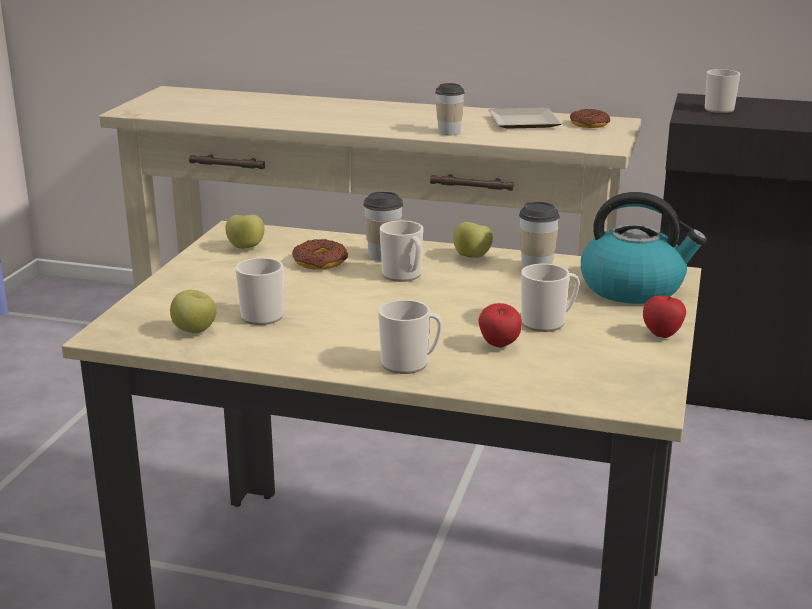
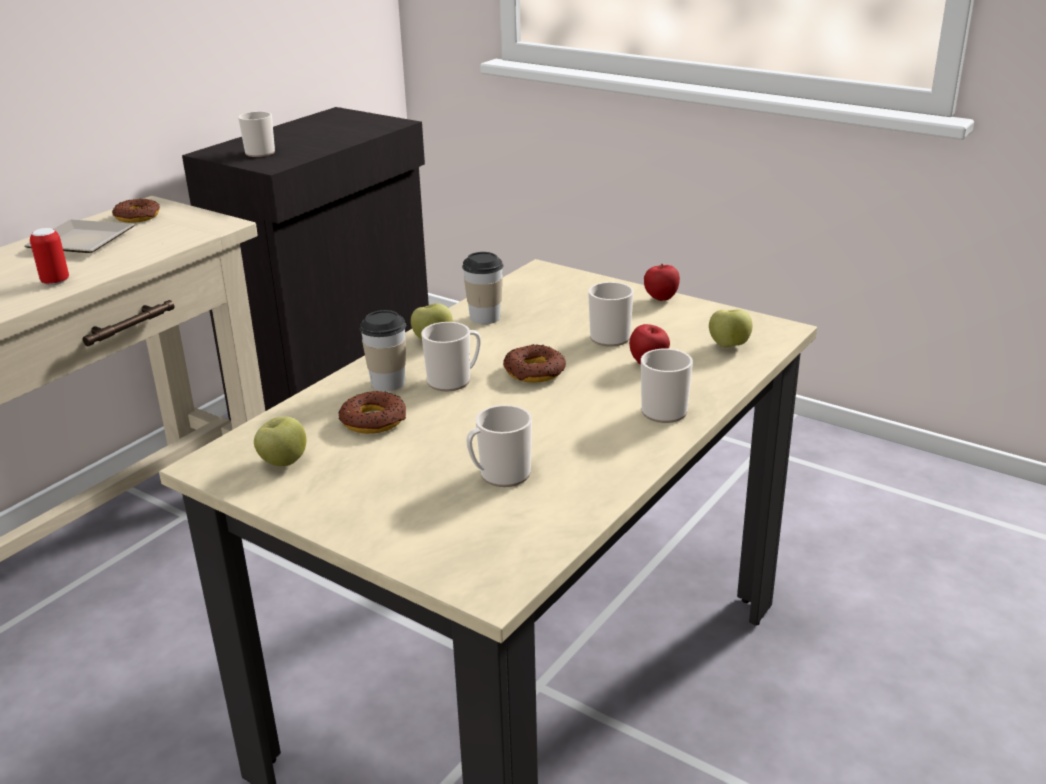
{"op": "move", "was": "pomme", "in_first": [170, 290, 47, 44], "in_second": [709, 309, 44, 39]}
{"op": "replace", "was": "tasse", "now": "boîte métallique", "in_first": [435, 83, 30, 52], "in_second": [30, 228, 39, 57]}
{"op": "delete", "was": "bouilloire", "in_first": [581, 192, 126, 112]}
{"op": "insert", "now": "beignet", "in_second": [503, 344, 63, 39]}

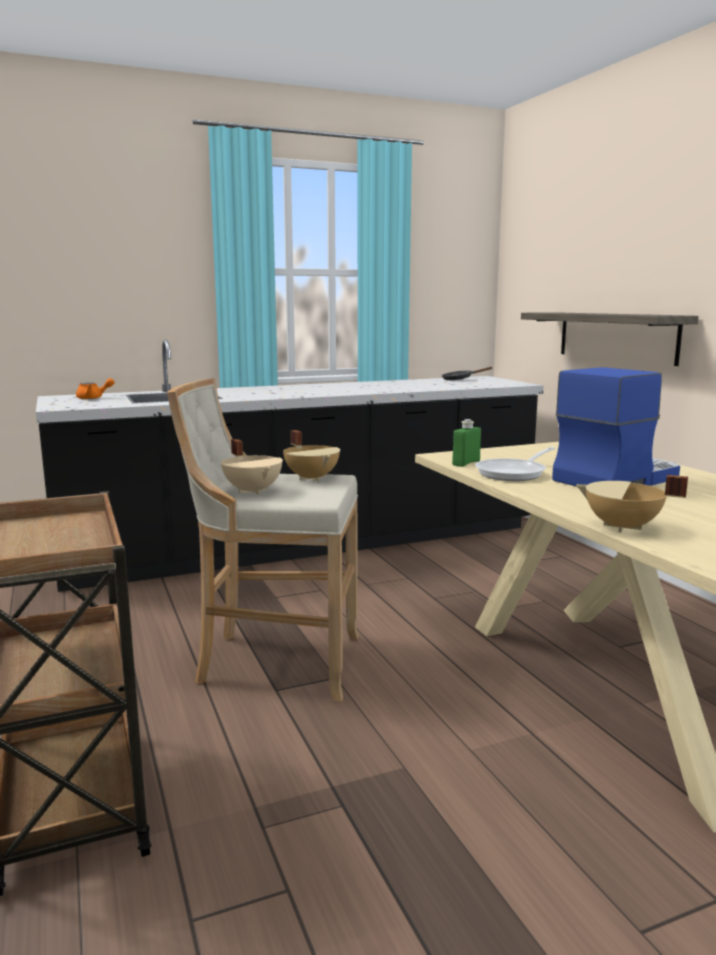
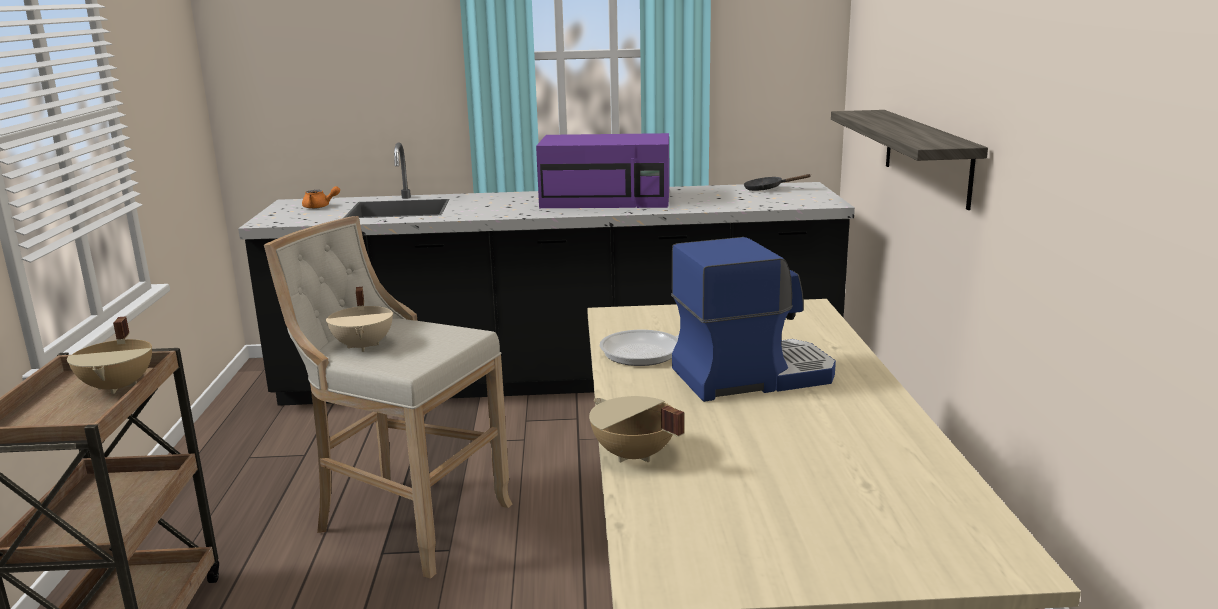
{"op": "move", "was": "marmite/beige", "in_first": [283, 430, 57, 51], "in_second": [67, 316, 85, 78]}
{"op": "delete", "was": "bouteille/vert", "in_first": [452, 419, 29, 48]}
{"op": "insert", "now": "micro-ondes/violet", "in_second": [536, 133, 133, 75]}

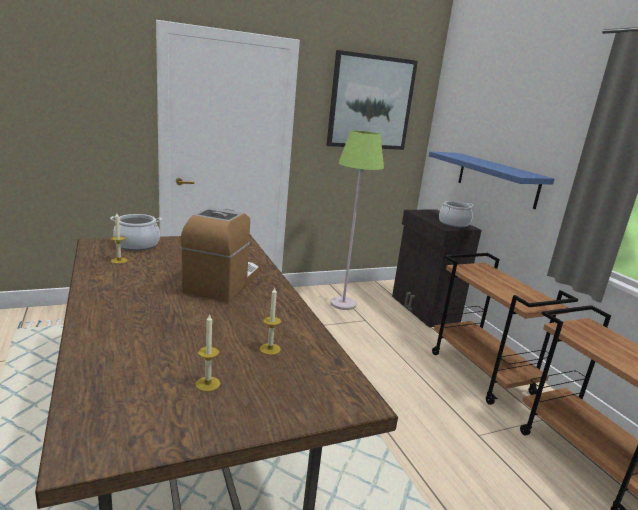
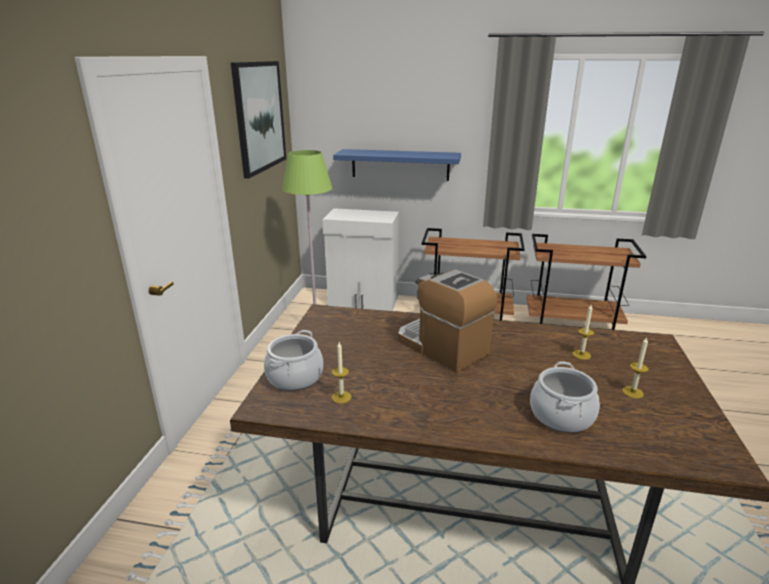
{"op": "recolor", "was": "meuble de rangement/noir", "now": "meuble de rangement/blanc", "in_first": [392, 209, 90, 118], "in_second": [323, 208, 76, 103]}
{"op": "move", "was": "marmite", "in_first": [439, 201, 35, 27], "in_second": [530, 361, 70, 72]}

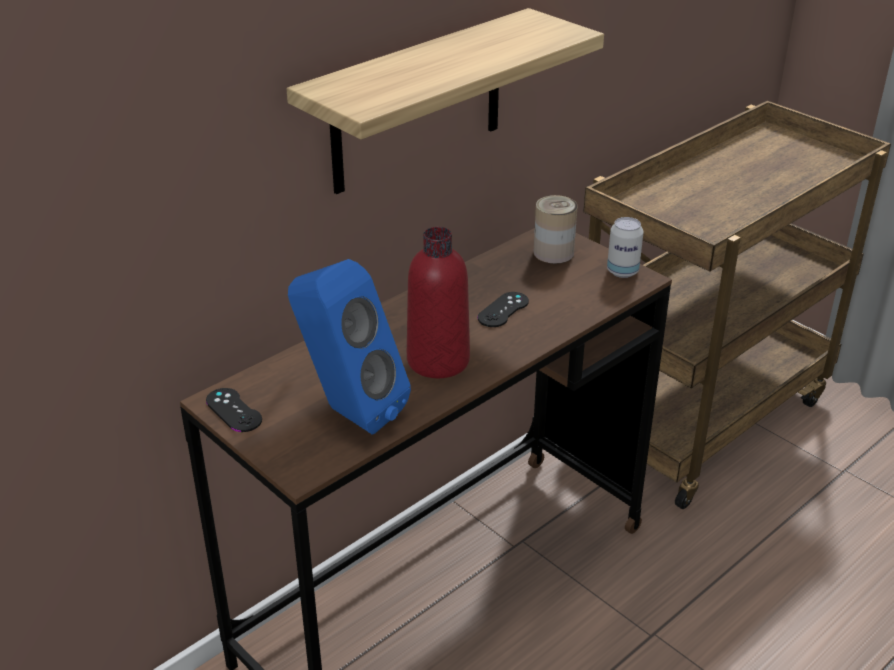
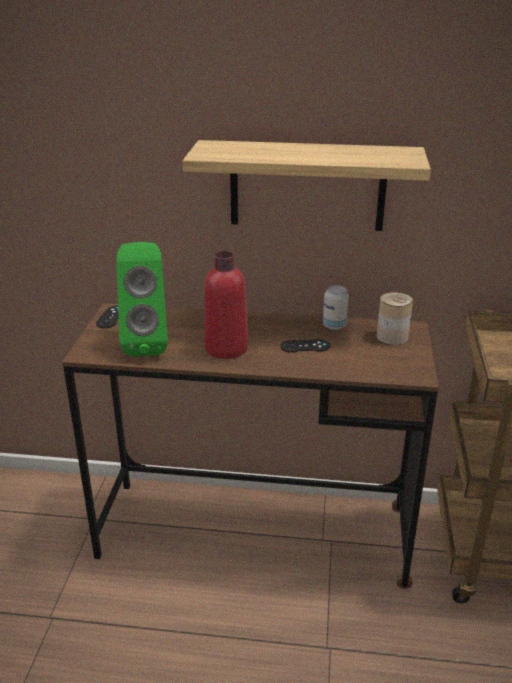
{"op": "recolor", "was": "enceinte/bleu", "now": "enceinte/vert", "in_first": [288, 259, 123, 175], "in_second": [116, 242, 52, 115]}
{"op": "move", "was": "boîte métallique", "in_first": [607, 217, 37, 61], "in_second": [323, 285, 25, 45]}

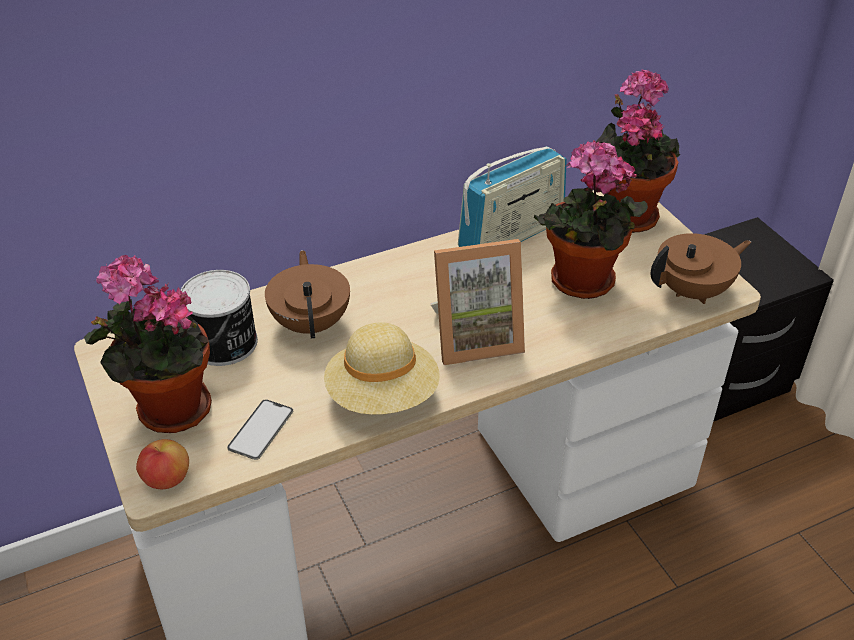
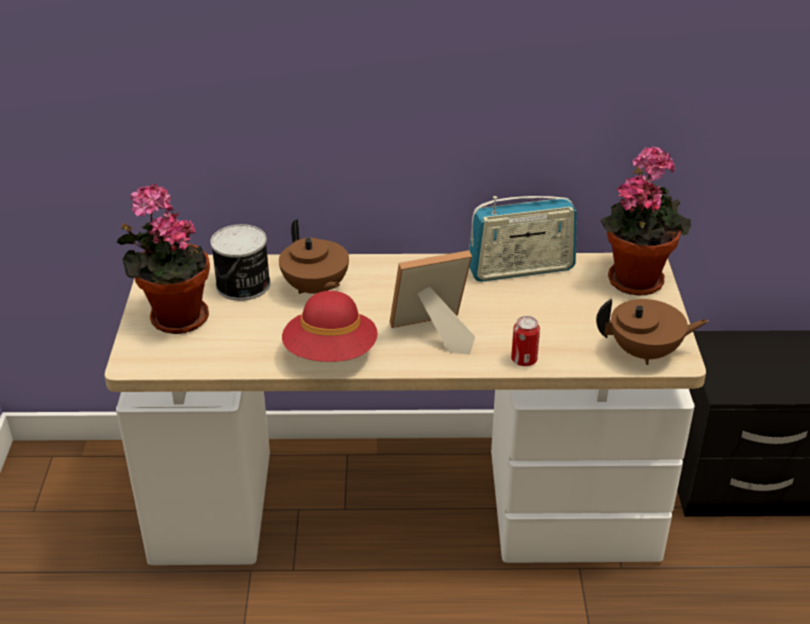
{"op": "delete", "was": "pomme", "in_first": [136, 439, 53, 50]}
{"op": "delete", "was": "téléphone", "in_first": [227, 399, 66, 61]}
{"op": "rotate", "was": "théière/marron", "in_first": [265, 250, 85, 89], "in_second": [279, 220, 70, 74], "clockwise": 135}
{"op": "recolor", "was": "chapeau/beige", "now": "chapeau/rouge", "in_first": [324, 322, 116, 93], "in_second": [282, 291, 96, 71]}
{"op": "rotate", "was": "cadre photo", "in_first": [431, 239, 94, 126], "in_second": [390, 250, 85, 105], "clockwise": 150}
{"op": "delete", "was": "plante en pot", "in_first": [534, 140, 114, 159]}
{"op": "insert", "now": "boîte métallique", "in_second": [511, 316, 29, 50]}

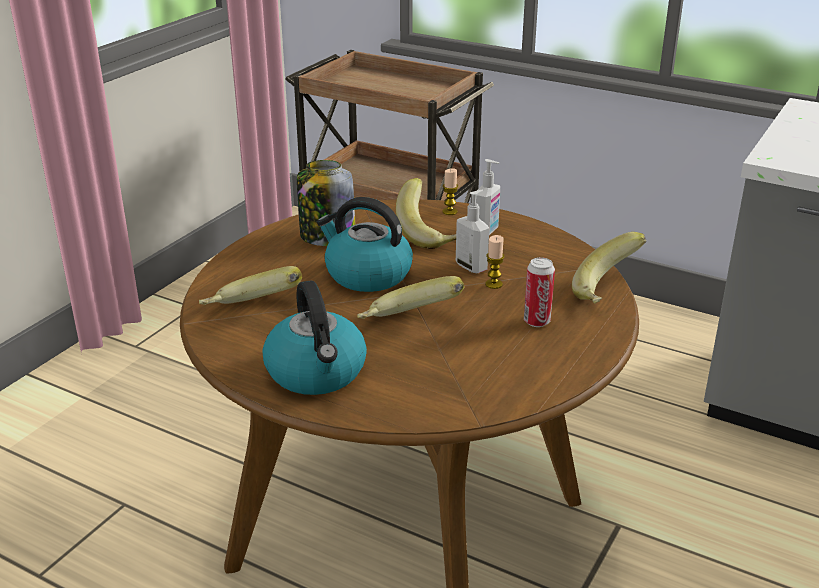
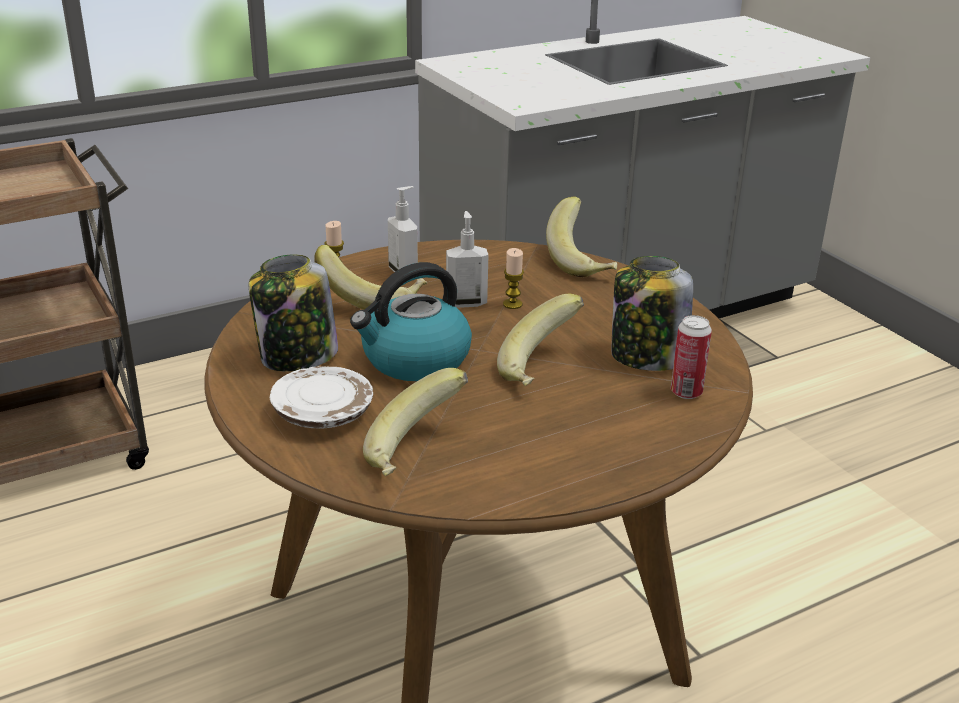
{"op": "delete", "was": "bouilloire", "in_first": [263, 280, 104, 115]}
{"op": "move", "was": "boîte métallique", "in_first": [524, 257, 31, 70], "in_second": [671, 315, 41, 84]}
{"op": "insert", "now": "assiette/blanc", "in_second": [270, 366, 103, 63]}
{"op": "insert", "now": "bocal", "in_second": [611, 256, 82, 115]}

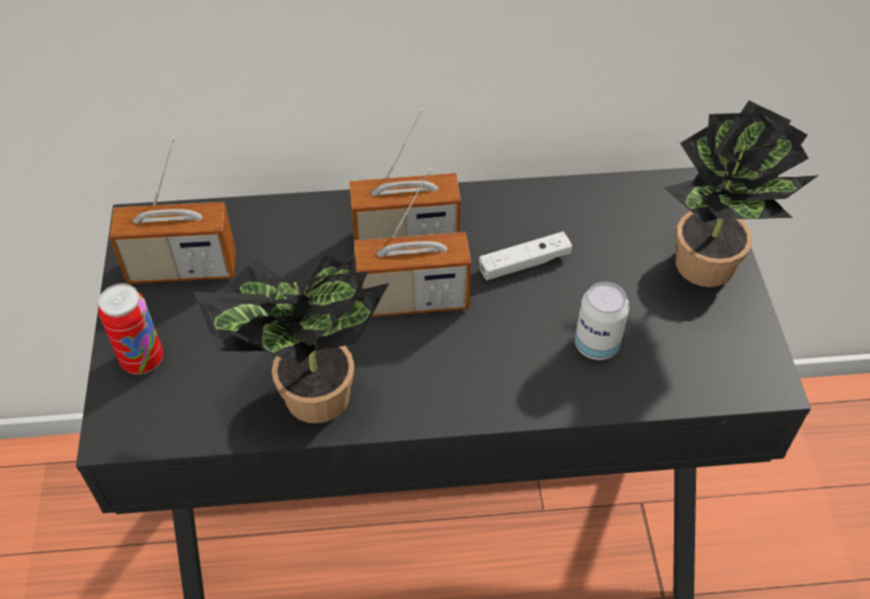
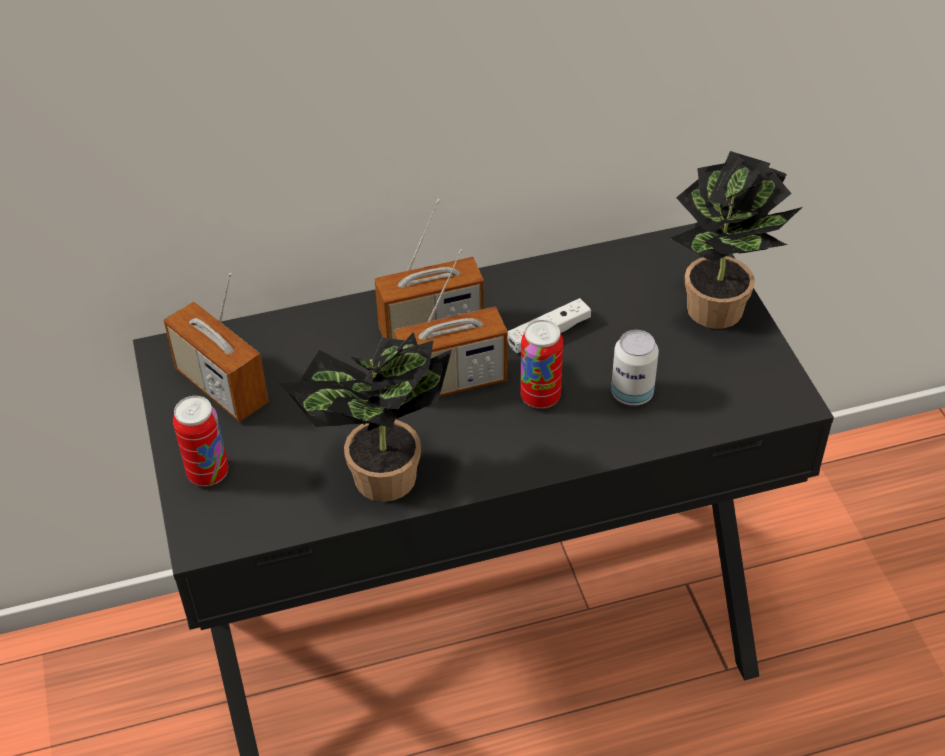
{"op": "rotate", "was": "radio", "in_first": [109, 137, 127, 147], "in_second": [164, 273, 105, 149], "clockwise": 60}
{"op": "insert", "now": "boîte métallique", "in_second": [520, 320, 43, 89]}

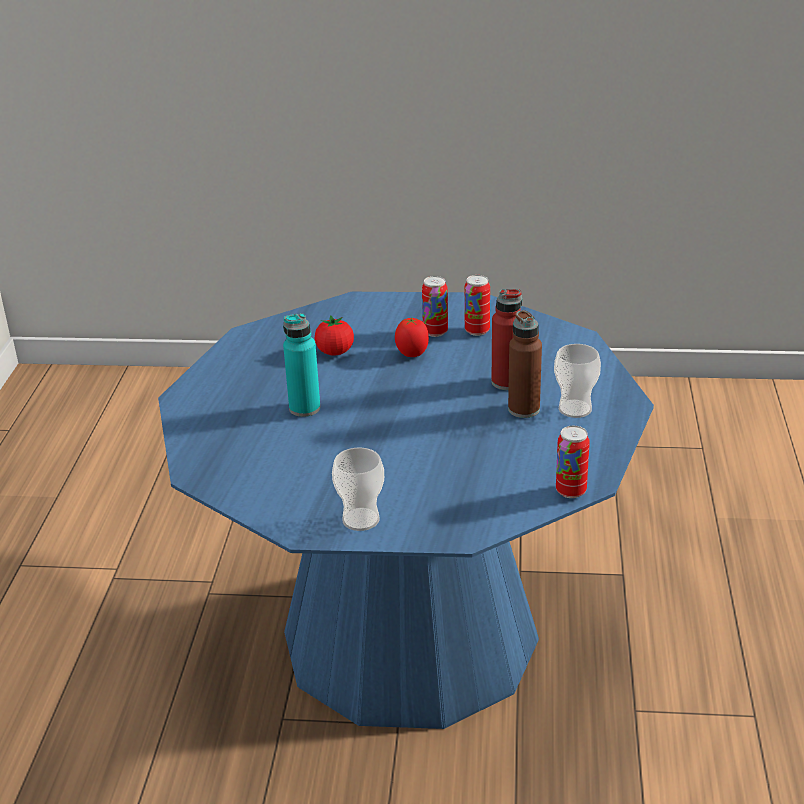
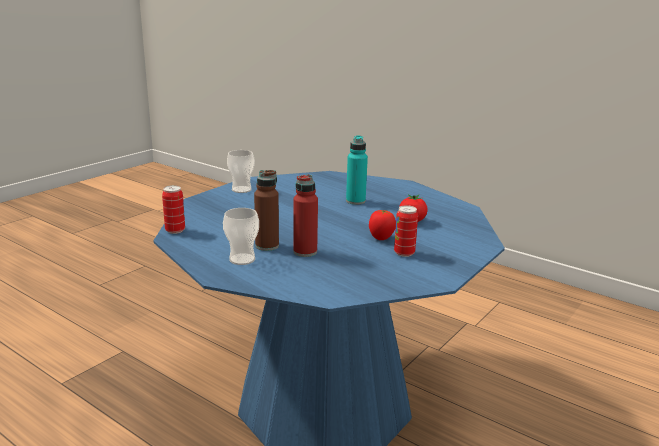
{"op": "delete", "was": "boîte métallique", "in_first": [464, 275, 26, 61]}

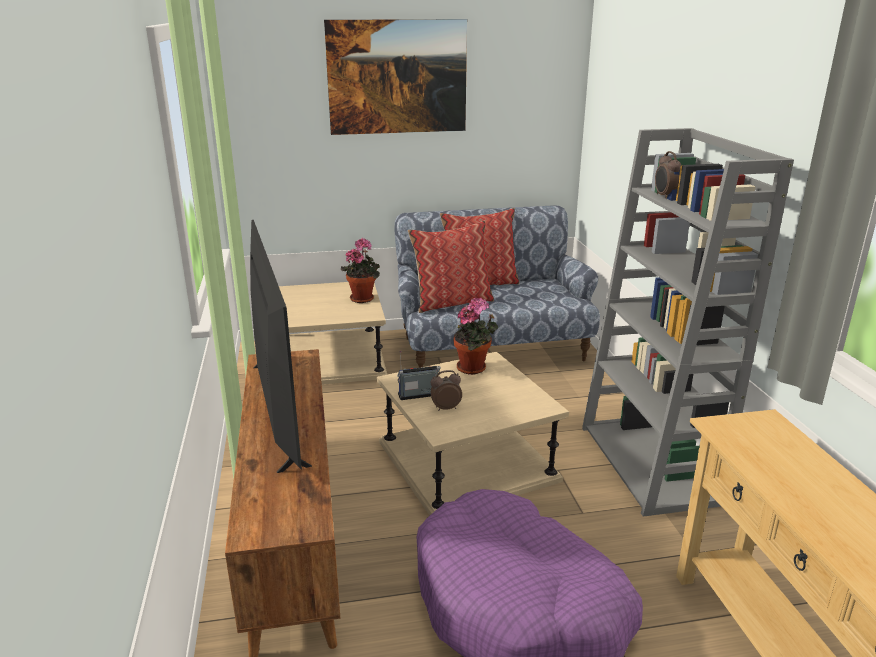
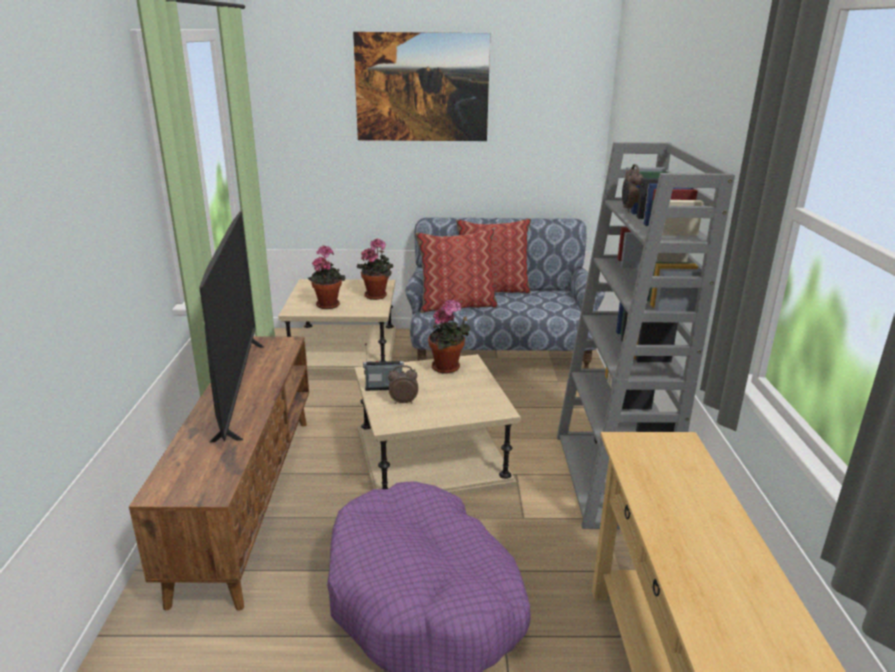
{"op": "insert", "now": "plante en pot", "in_second": [308, 245, 37, 64]}

